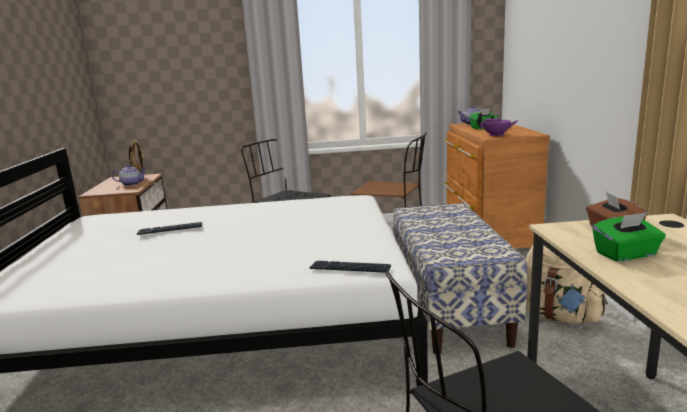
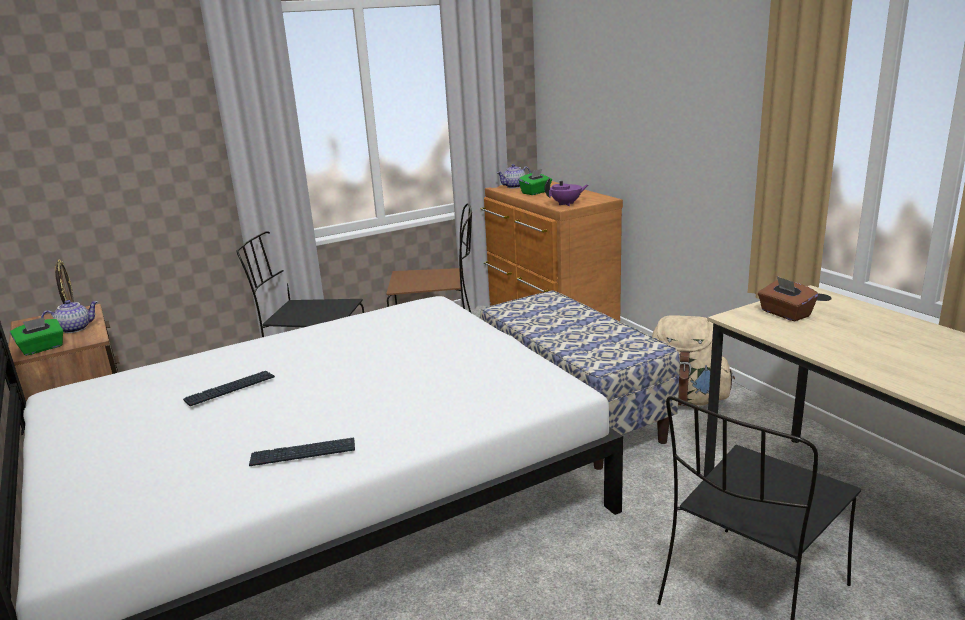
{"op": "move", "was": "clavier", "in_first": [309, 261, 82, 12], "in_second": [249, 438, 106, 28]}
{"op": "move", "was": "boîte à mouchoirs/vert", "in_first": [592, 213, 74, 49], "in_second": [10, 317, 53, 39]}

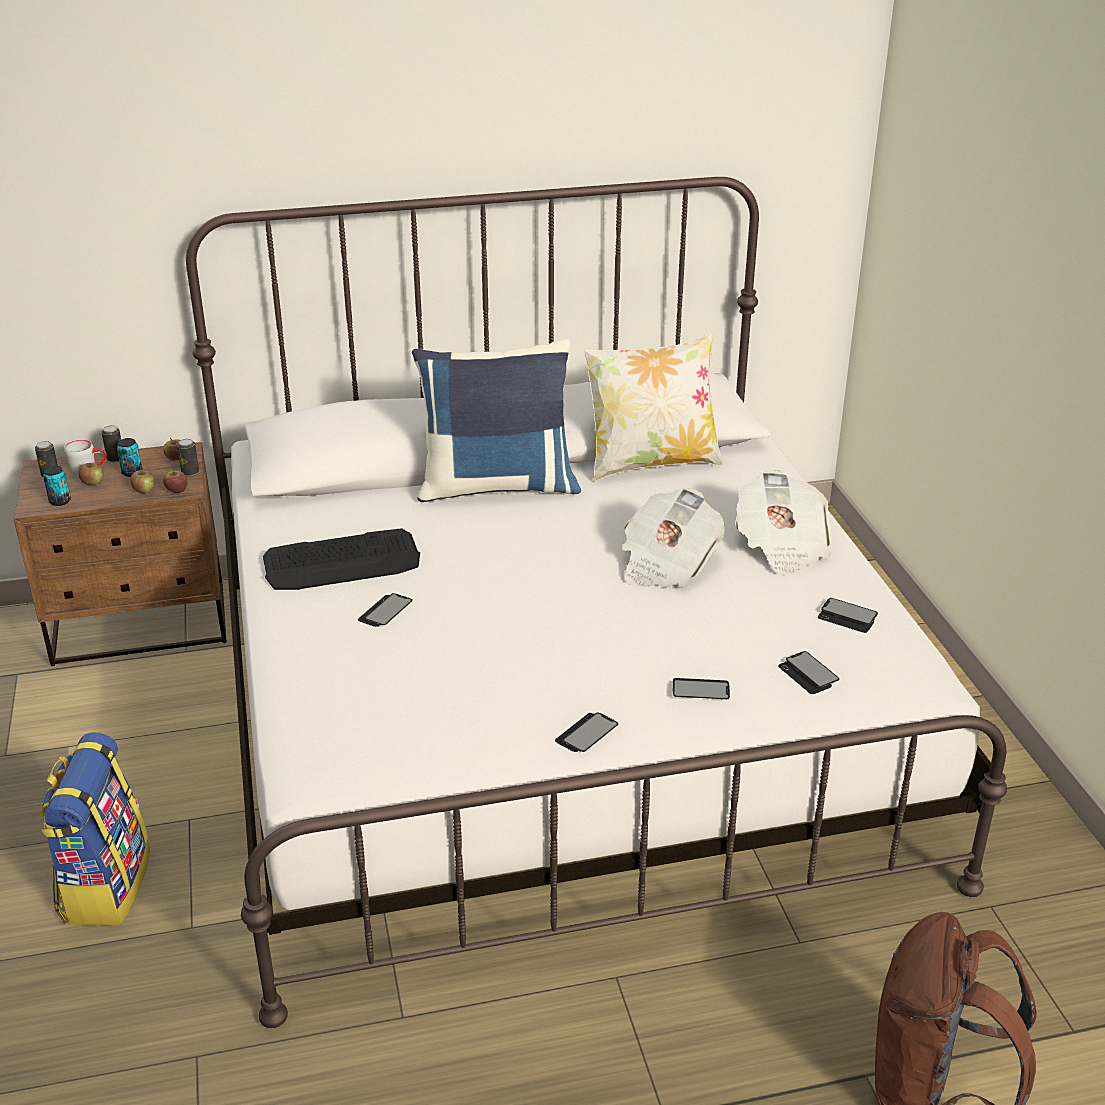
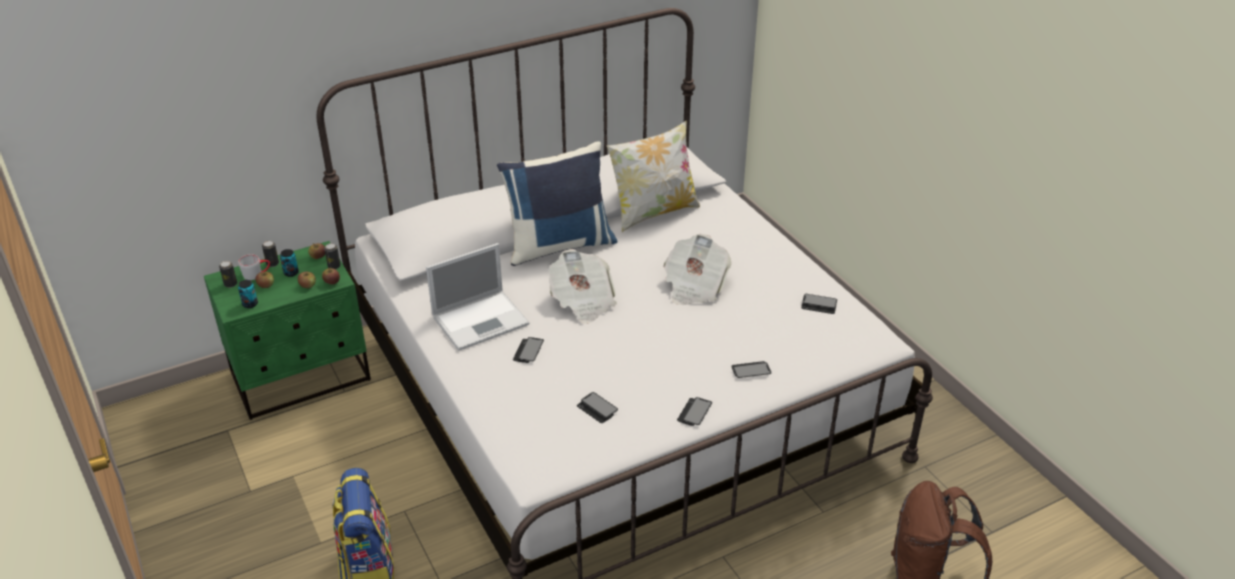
{"op": "recolor", "was": "table de chevet/marron", "now": "table de chevet/vert", "in_first": [14, 442, 213, 224], "in_second": [204, 241, 167, 179]}
{"op": "replace", "was": "clavier", "now": "ordinateur portable", "in_first": [263, 528, 157, 62], "in_second": [426, 243, 104, 108]}
{"op": "move", "was": "journal", "in_first": [735, 470, 97, 106], "in_second": [548, 249, 69, 75]}
{"op": "move", "was": "téléphone", "in_first": [778, 651, 61, 43], "in_second": [577, 392, 41, 31]}

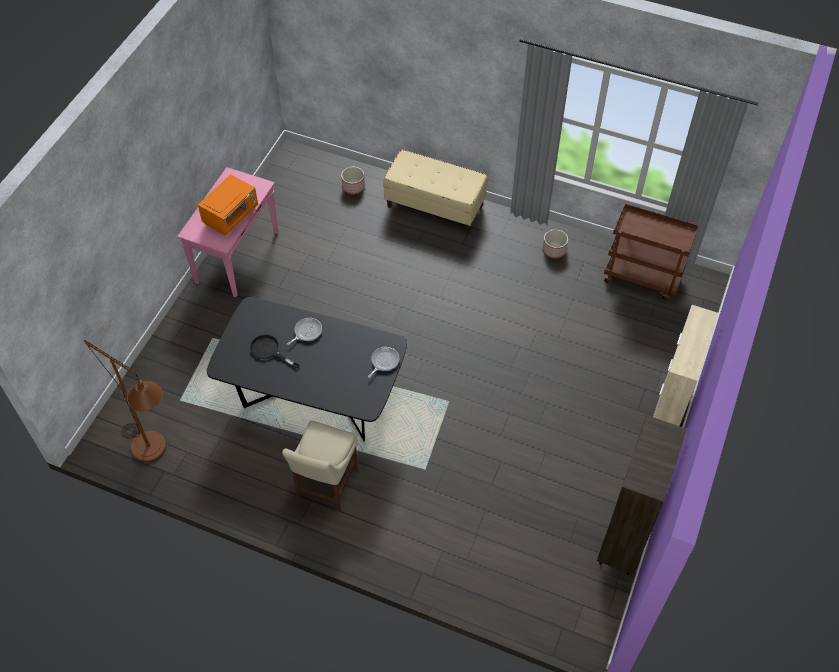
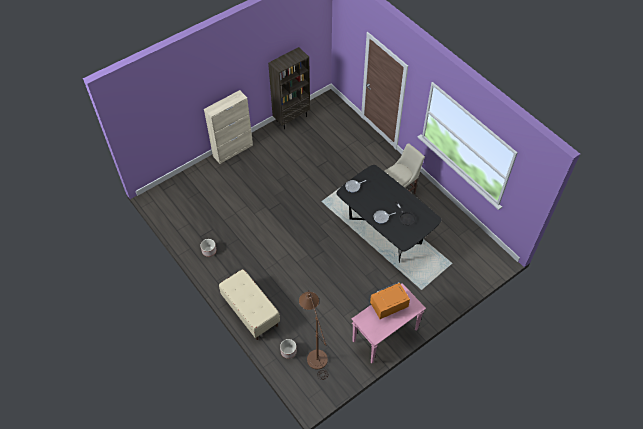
{"op": "move", "was": "lampadaire/marron", "in_first": [84, 340, 82, 122], "in_second": [299, 290, 29, 90]}
{"op": "delete", "was": "chariot/marron", "in_first": [604, 203, 95, 97]}

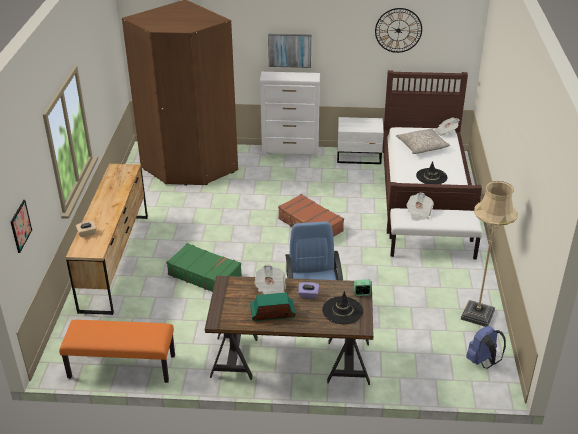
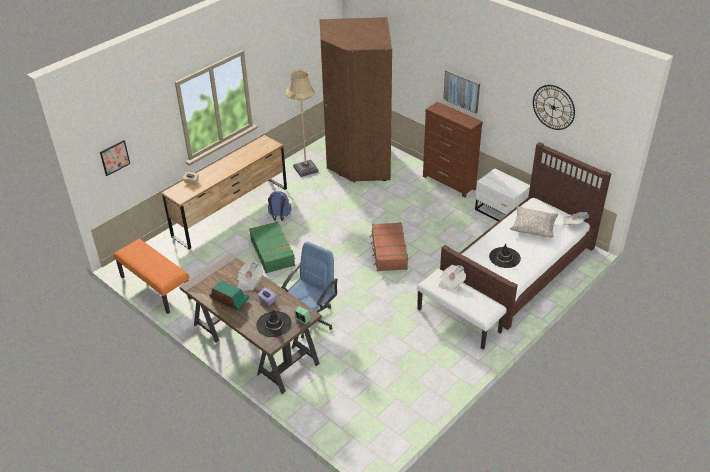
{"op": "recolor", "was": "commode/blanc", "now": "commode/marron", "in_first": [260, 72, 60, 86], "in_second": [423, 102, 60, 96]}
{"op": "move", "was": "lampadaire/beige", "in_first": [461, 181, 57, 146], "in_second": [286, 70, 33, 107]}
{"op": "move", "was": "sac à dos/bleu", "in_first": [466, 326, 40, 43], "in_second": [268, 191, 23, 30]}

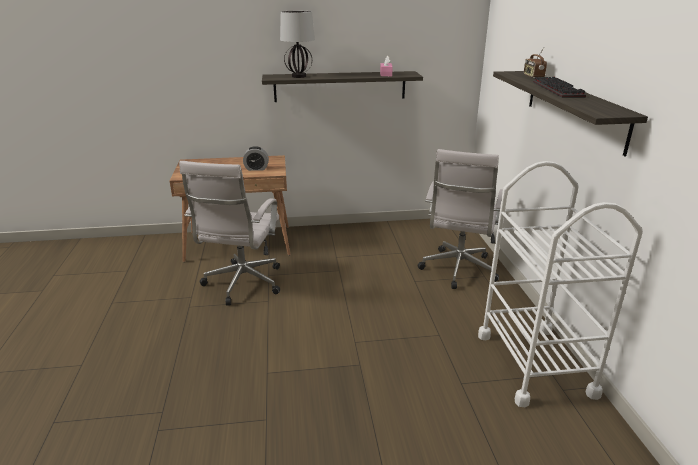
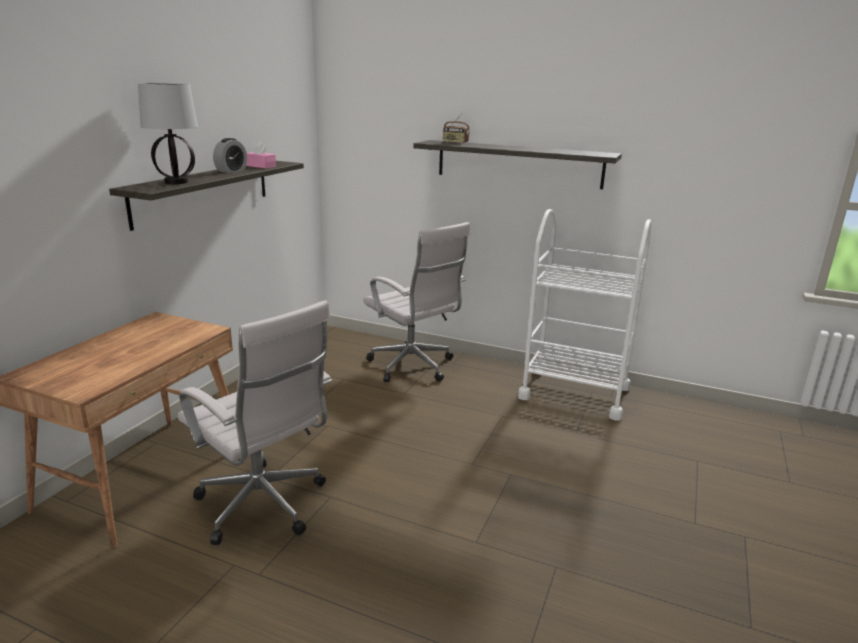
{"op": "move", "was": "réveil", "in_first": [243, 146, 26, 25], "in_second": [213, 138, 34, 35]}
{"op": "delete", "was": "clavier", "in_first": [533, 77, 53, 21]}

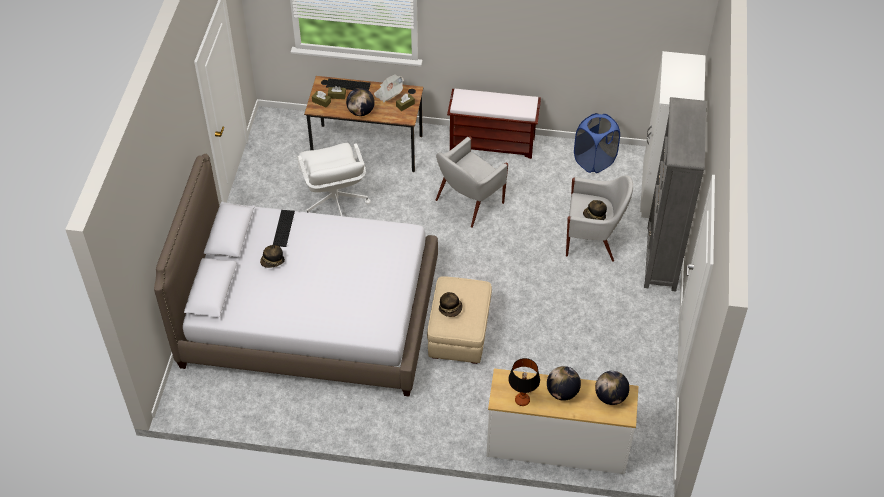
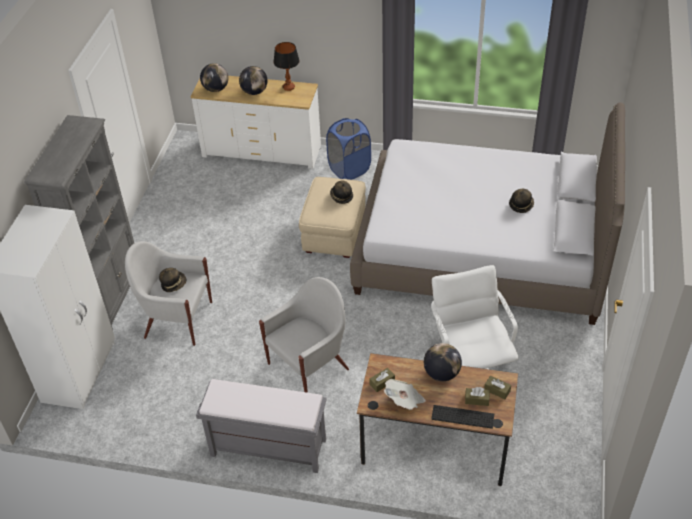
{"op": "delete", "was": "clavier", "in_first": [273, 210, 22, 37]}
{"op": "recolor", "was": "banc/marron", "now": "banc/gris", "in_first": [447, 89, 94, 70], "in_second": [196, 379, 131, 94]}
{"op": "move", "was": "panier à linge/bleu", "in_first": [574, 113, 46, 60], "in_second": [326, 118, 45, 62]}

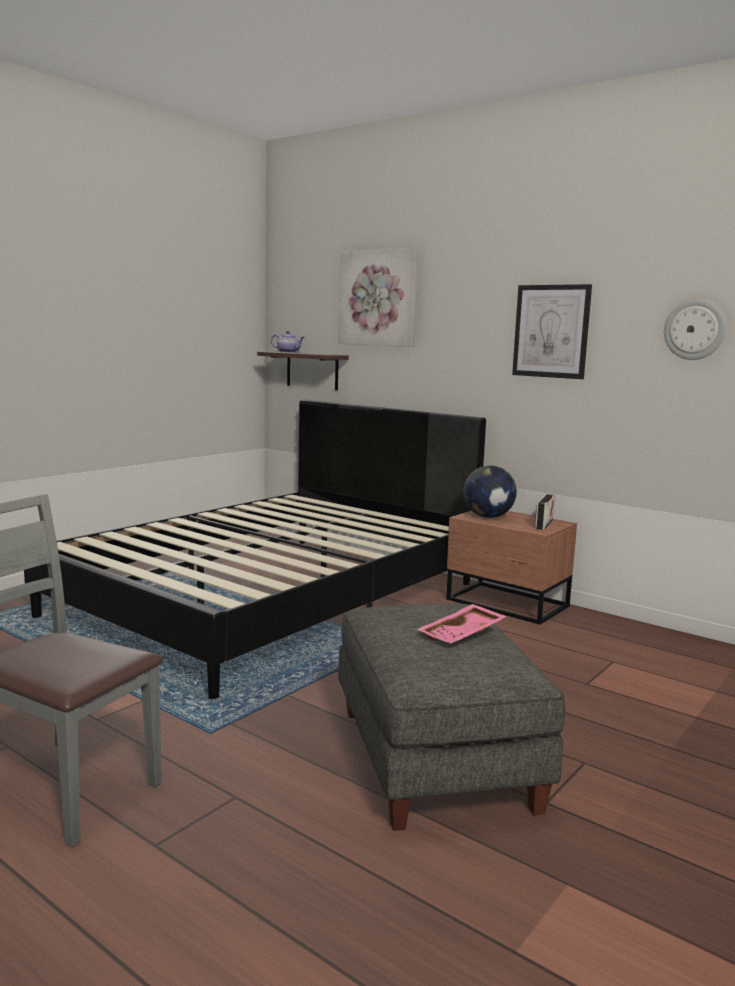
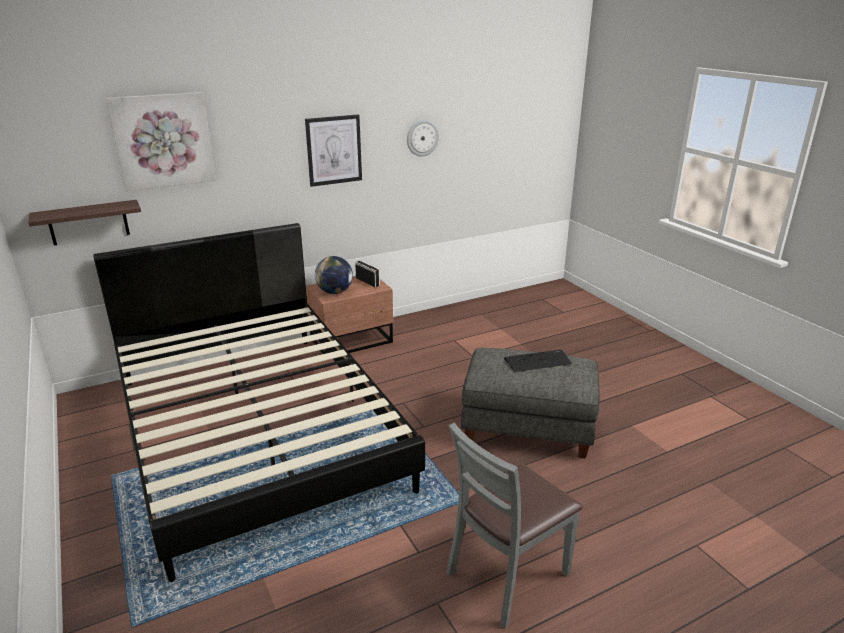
{"op": "delete", "was": "théière", "in_first": [271, 331, 34, 22]}
{"op": "replace", "was": "plateau/rose", "now": "clavier", "in_first": [417, 604, 90, 39], "in_second": [504, 350, 68, 22]}

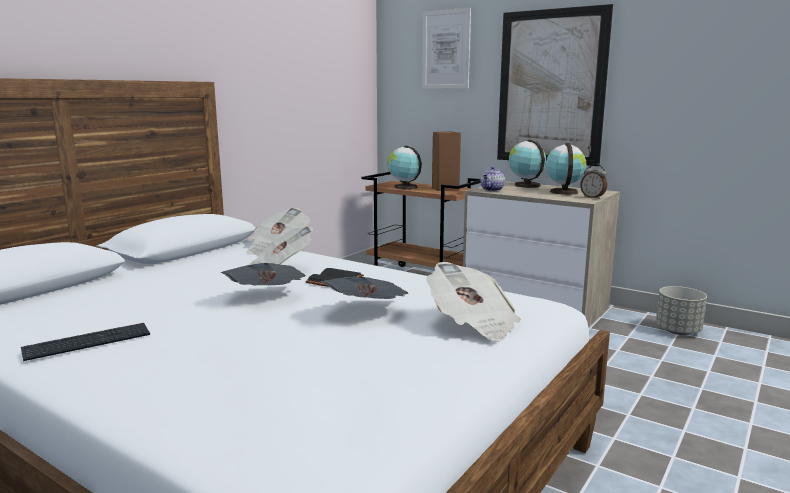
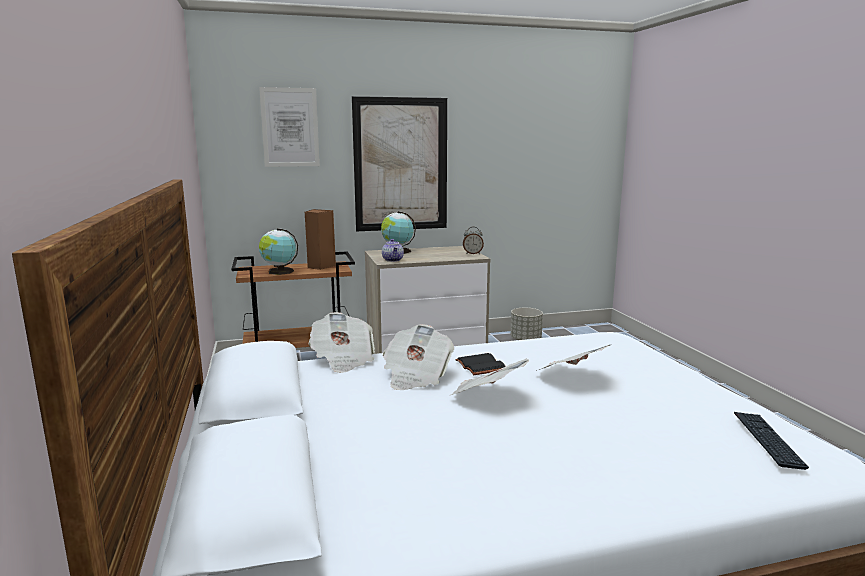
{"op": "move", "was": "clavier", "in_first": [21, 323, 129, 38], "in_second": [734, 412, 75, 58]}
{"op": "delete", "was": "journal", "in_first": [426, 262, 95, 80]}
{"op": "delete", "was": "globe", "in_first": [546, 143, 41, 52]}

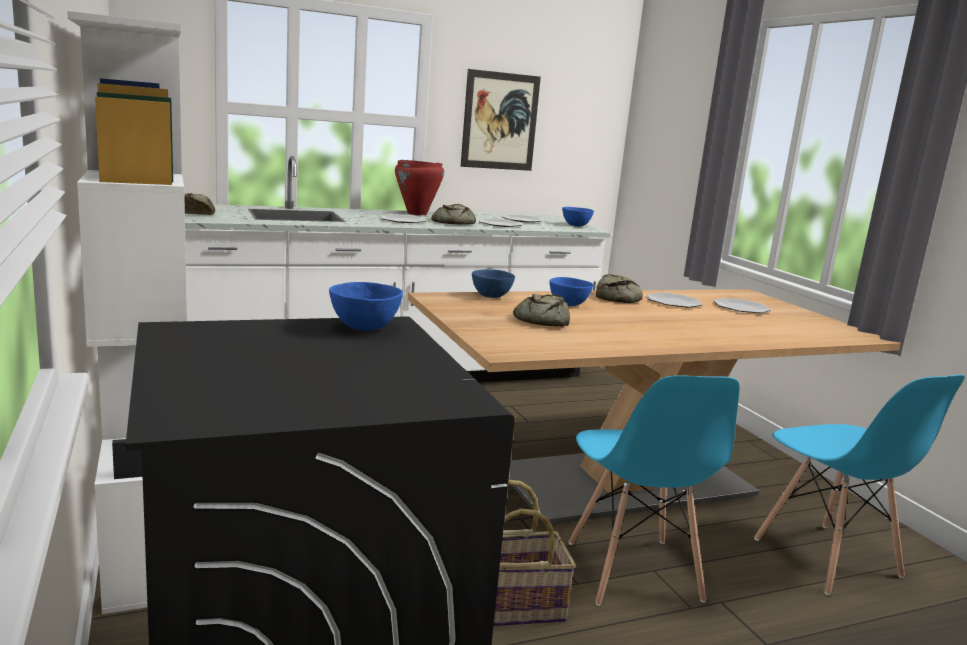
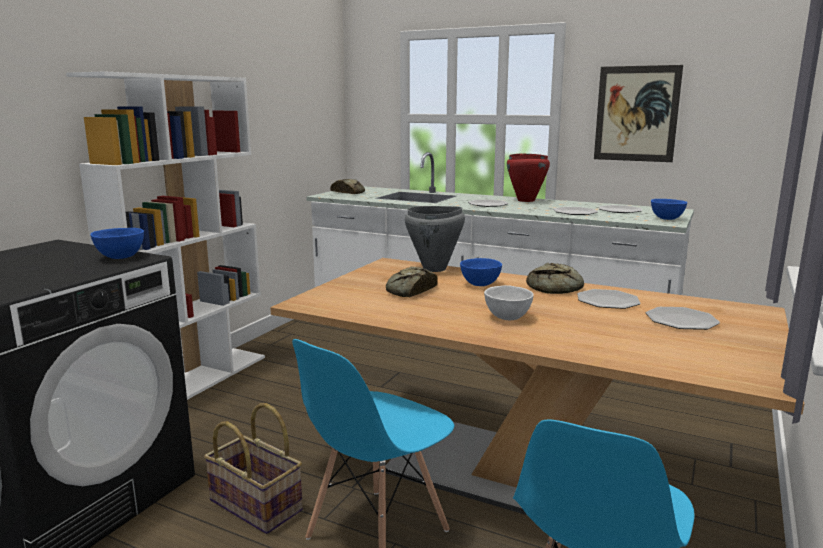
{"op": "delete", "was": "pain", "in_first": [431, 204, 45, 20]}
{"op": "replace", "was": "bol/bleu", "now": "marmite/gris", "in_first": [472, 269, 43, 29], "in_second": [405, 206, 60, 66]}
{"op": "insert", "now": "bol/blanc", "in_second": [484, 285, 50, 35]}

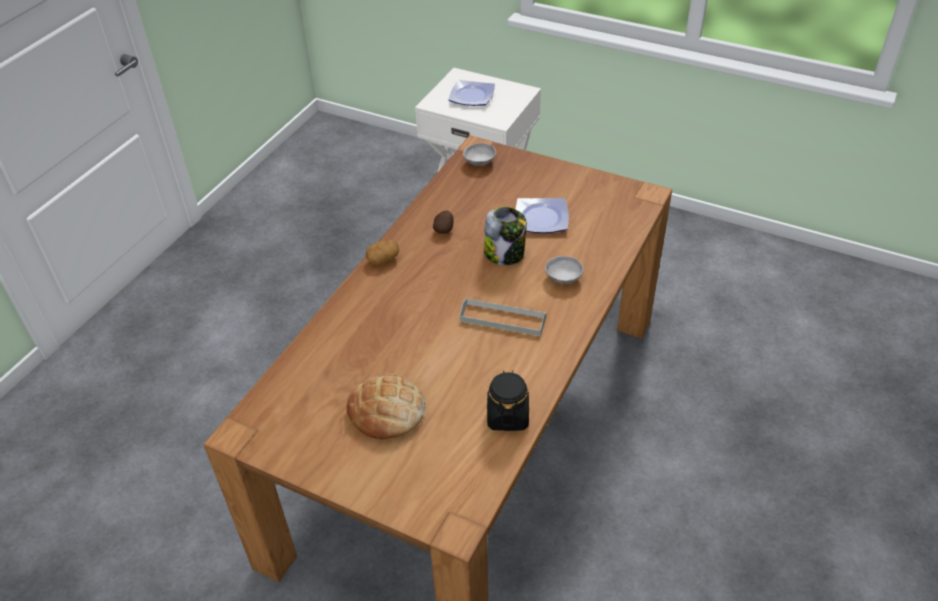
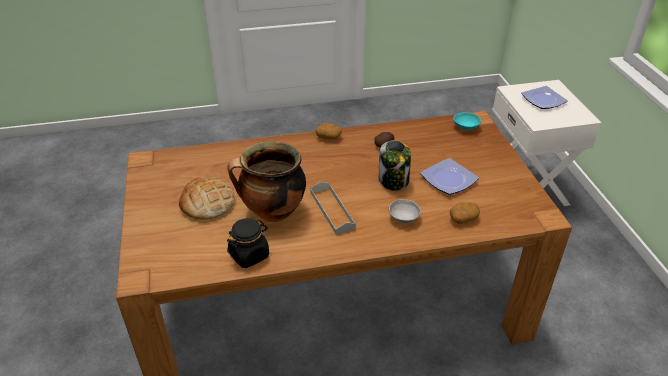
{"op": "recolor", "was": "bol/gris", "now": "bol/turquoise", "in_first": [463, 143, 33, 23], "in_second": [453, 112, 28, 18]}
{"op": "insert", "now": "marmite", "in_second": [228, 141, 78, 81]}
{"op": "insert", "now": "pomme de terre", "in_second": [450, 202, 30, 22]}

